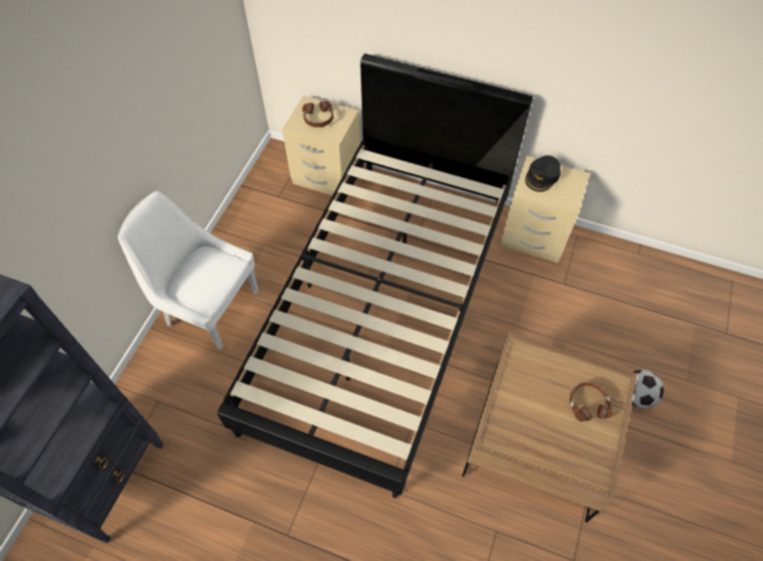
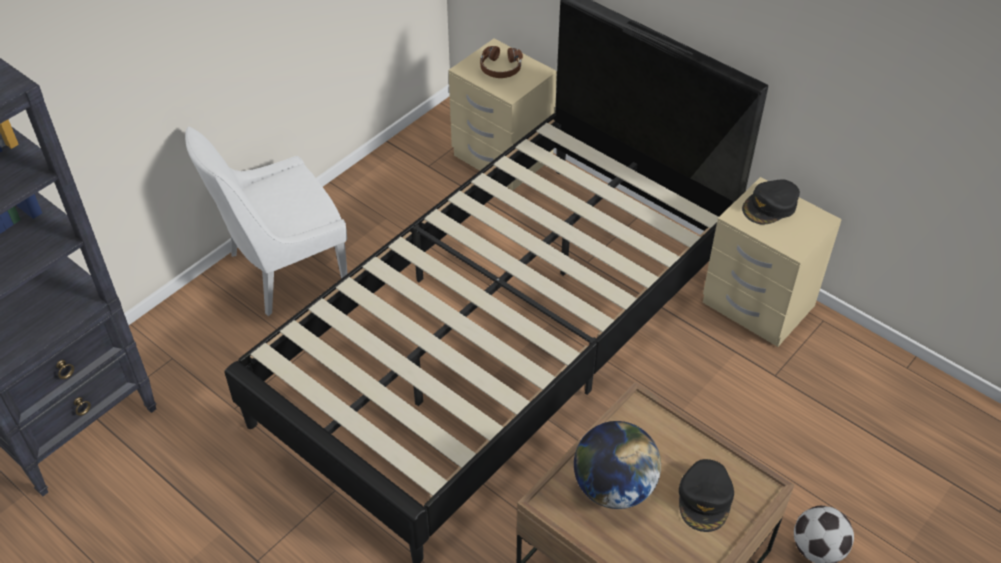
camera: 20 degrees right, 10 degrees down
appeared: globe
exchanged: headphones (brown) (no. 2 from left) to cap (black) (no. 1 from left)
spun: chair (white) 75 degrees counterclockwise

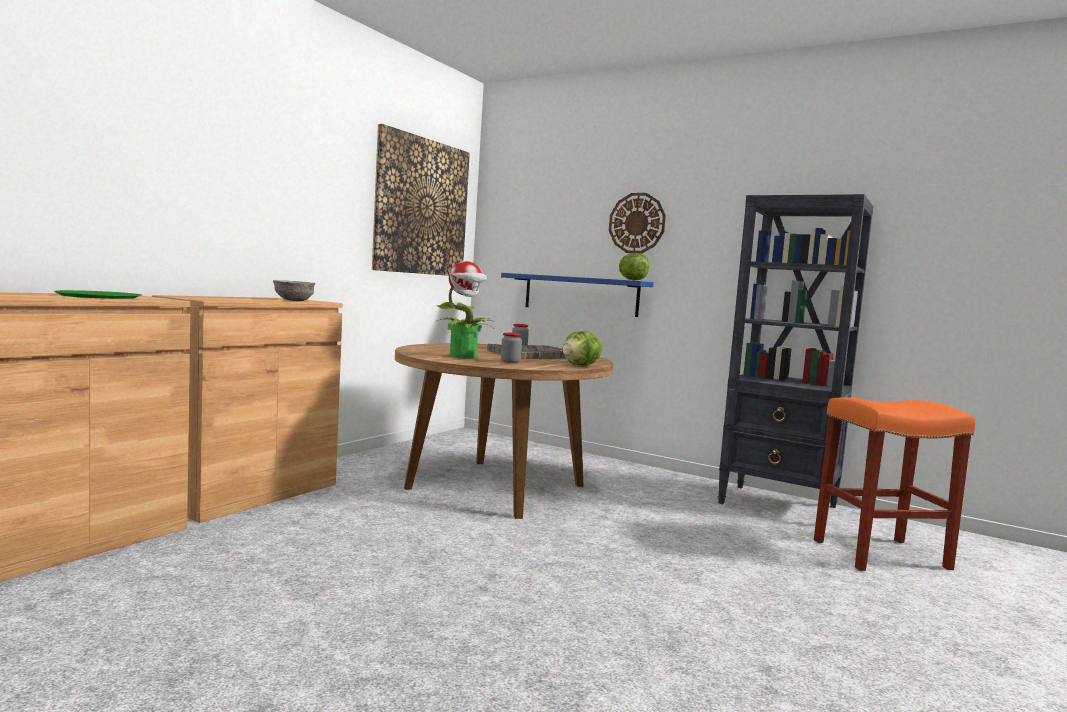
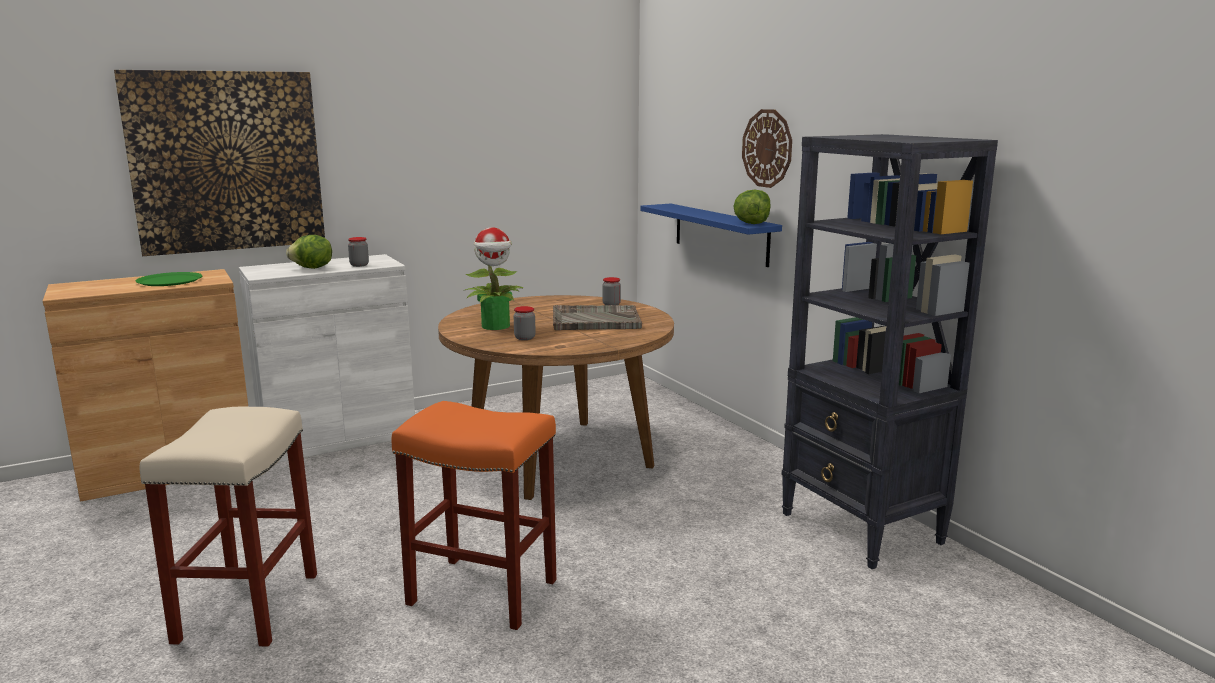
camera: 30 degrees right, 10 degrees up
appeared: stool (beige)
relocated: picture; lettuce (no. 1 from left); stool (orange)
exchanged: bowl (grey) to jar (no. 1 from left)
colour: cabinet (brown) (no. 2 from left) to cabinet (white)

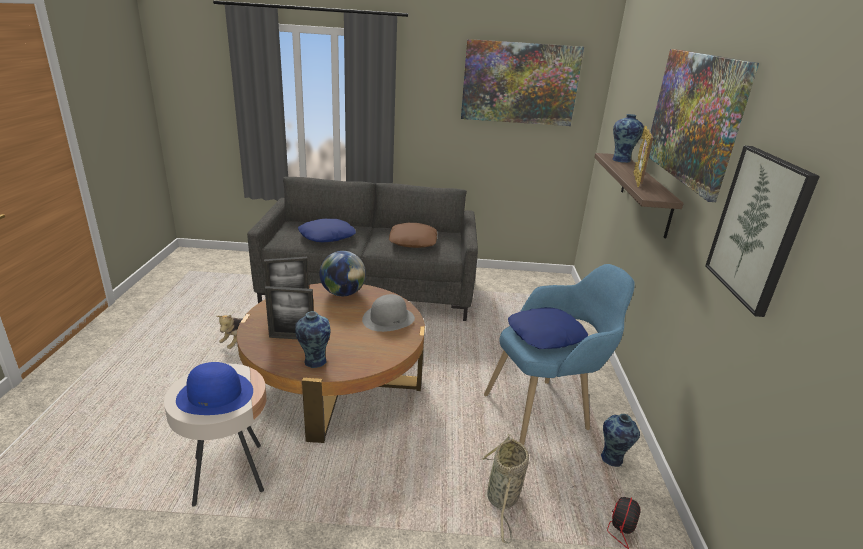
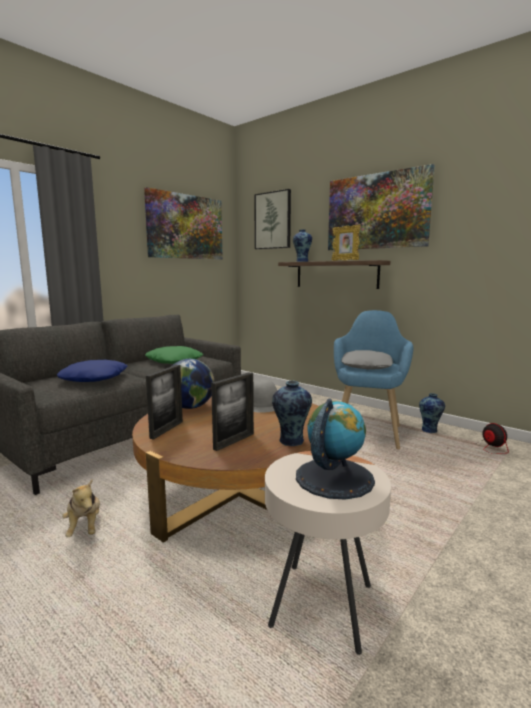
camera: 50 degrees left, 15 degrees down
missing: basket
relocated: picture (no. 3 from left in the first image) to picture (no. 2 from left)
exchanged: hat (blue) to globe (no. 2 from left)
colour: pillow (brown) to pillow (green); pillow (blue) (no. 2 from left) to pillow (grey)

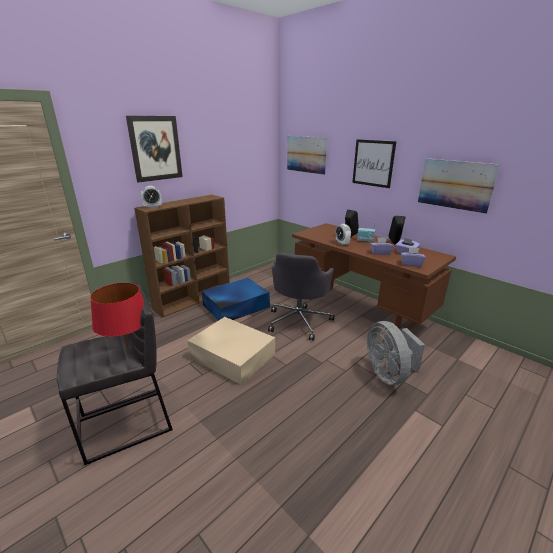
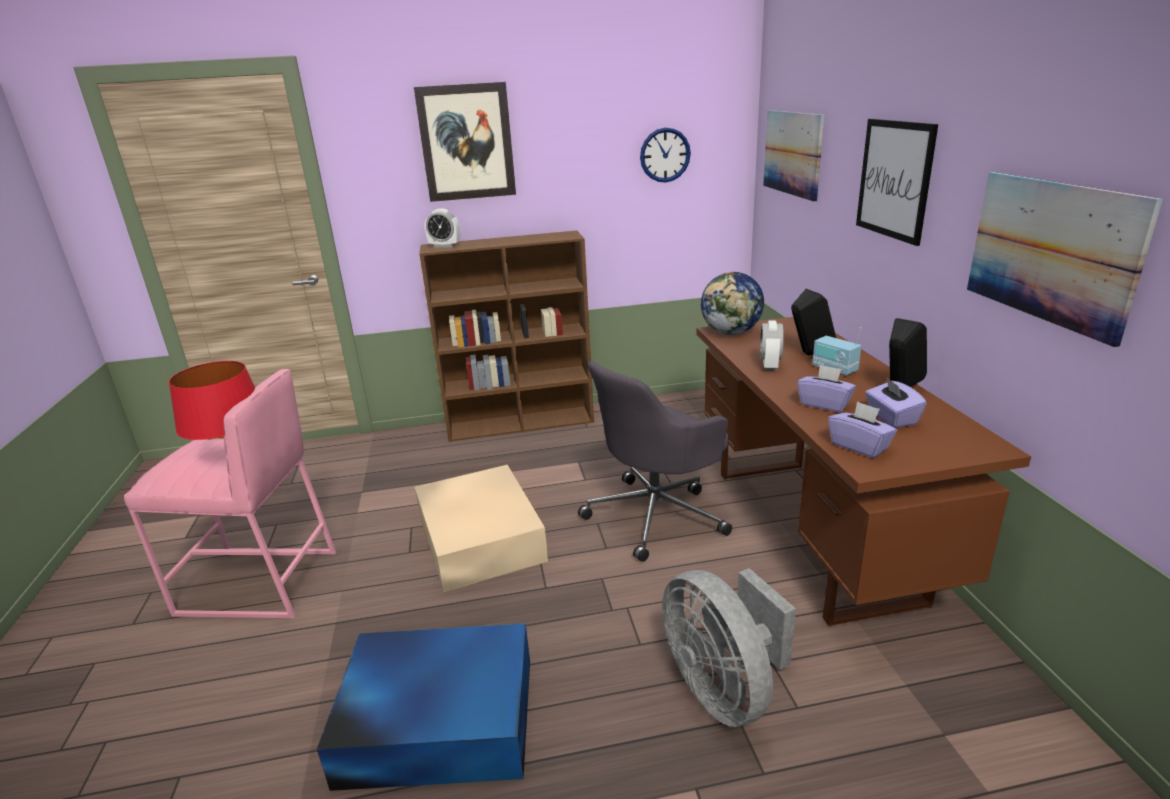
camera: 35 degrees right, 0 degrees up
appeared: wall clock; globe
relocated: storage box (blue)
colour: stool (grey) to stool (pink)
spun: fan (grey) 45 degrees counterclockwise

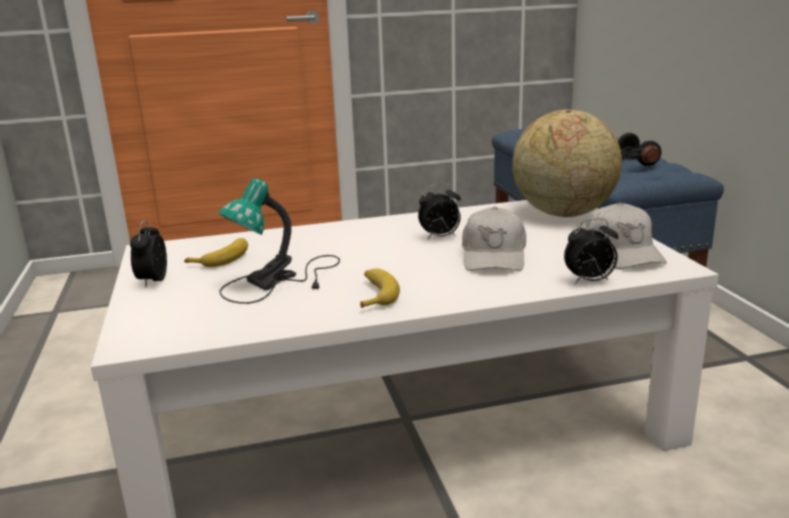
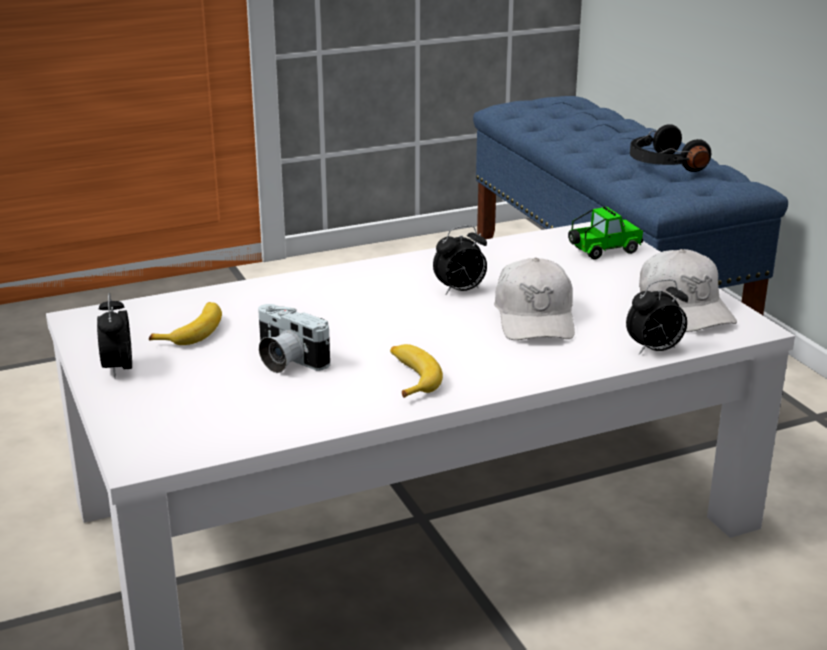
camera: 10 degrees left, 5 degrees up
exchanged: table lamp to photo camera; globe to toy car

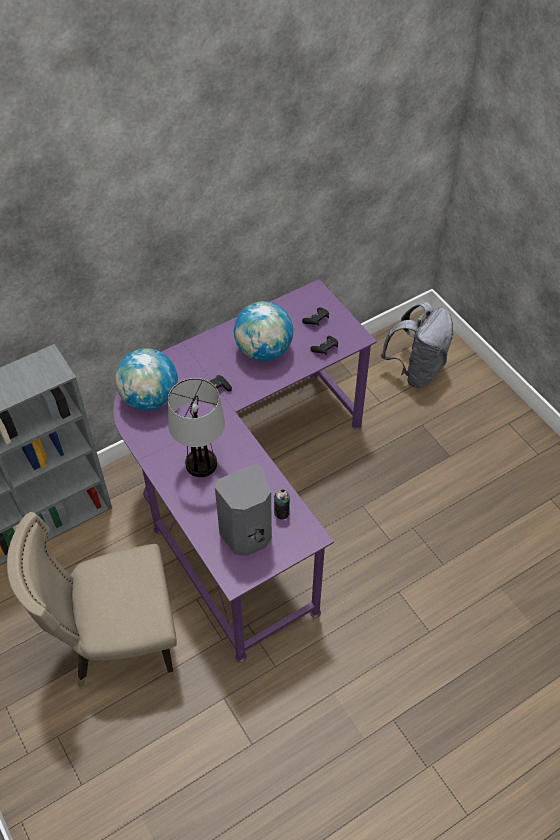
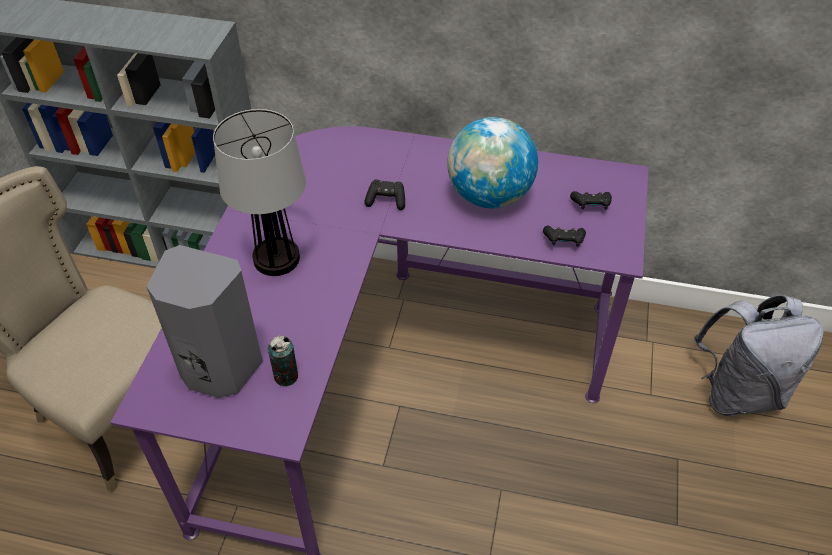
camera: 45 degrees right, 5 degrees down
missing: globe (no. 1 from left)

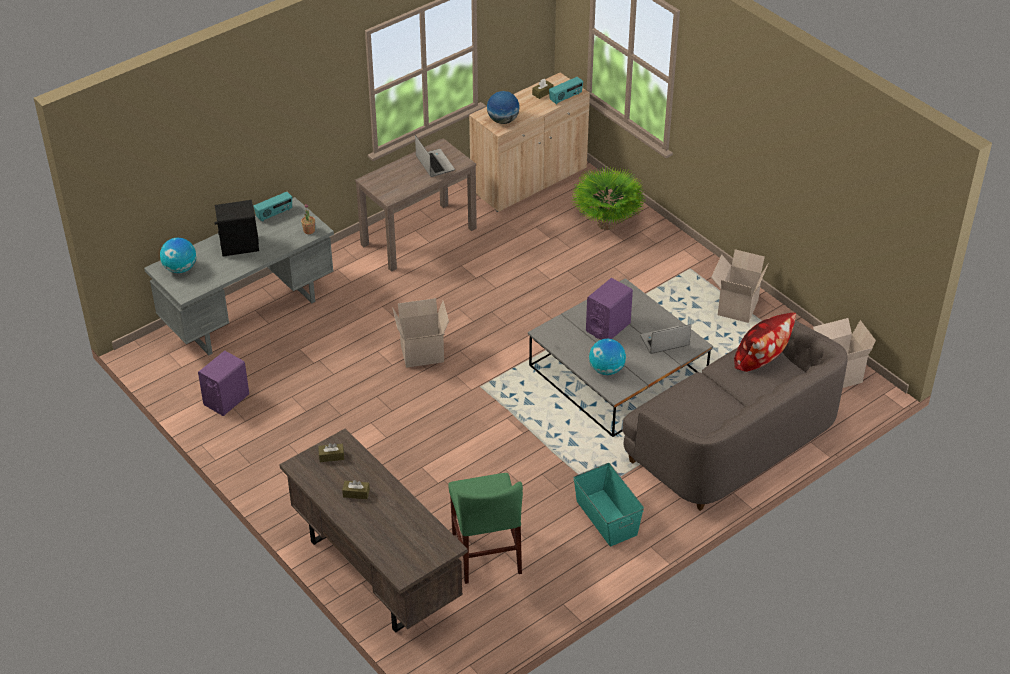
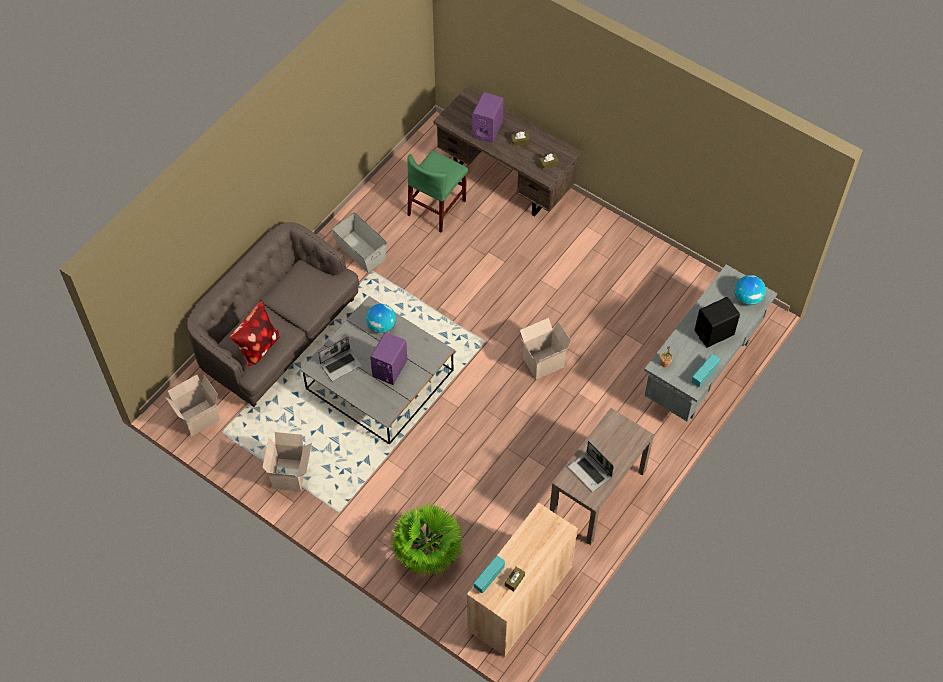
camera: 165 degrees right, 15 degrees up
missing: globe (no. 2 from left)
relocated: speaker (purple) (no. 1 from left in the first image) to speaker (purple) (no. 2 from left)
colour: storage box (turquoise) to storage box (grey)
spun: chair (green) 120 degrees counterclockwise

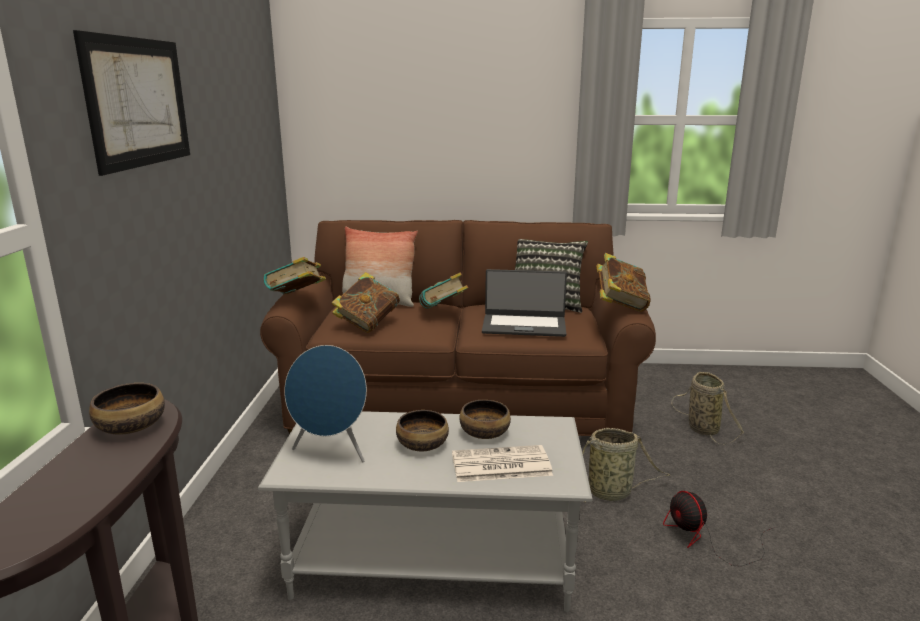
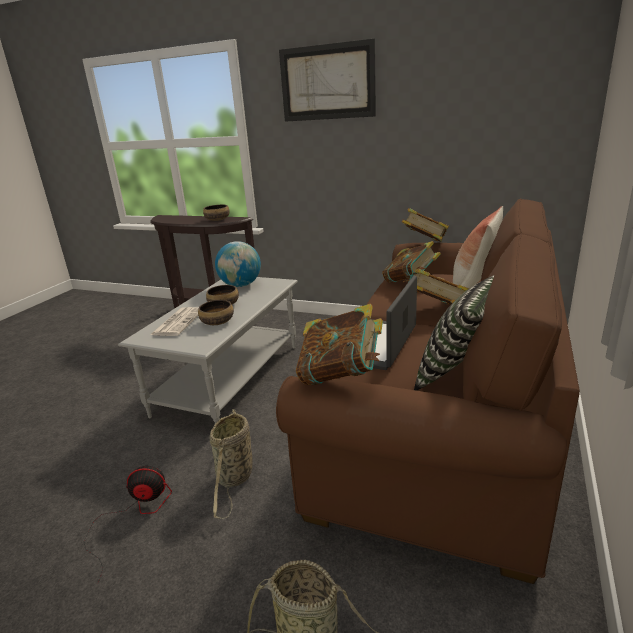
camera: 110 degrees right, 5 degrees up
exchanged: speaker (blue) to globe

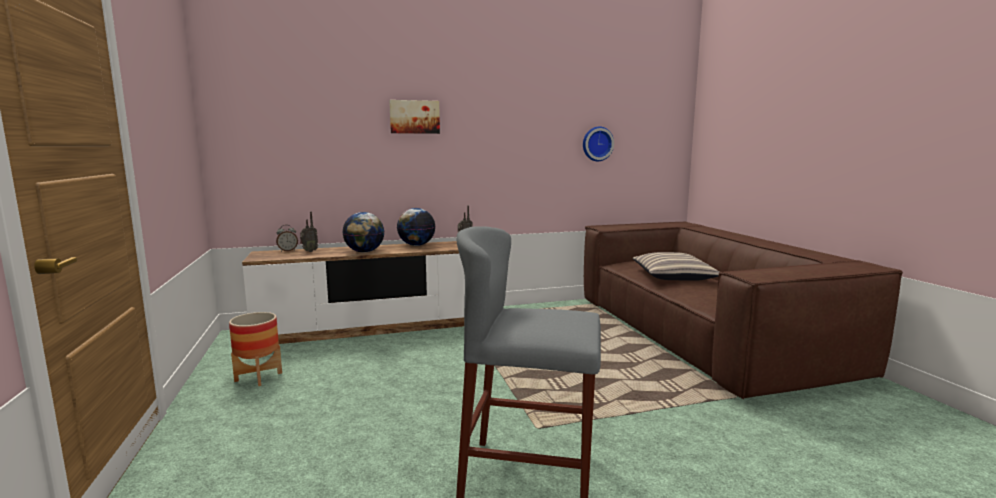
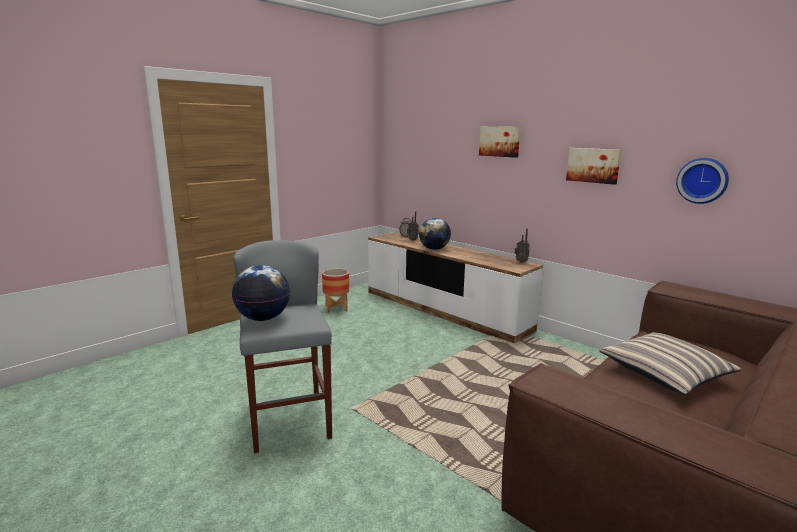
camera: 60 degrees right, 5 degrees up
appeared: picture (no. 2 from left)
relocated: globe (no. 2 from left in the first image) to globe (no. 1 from left)

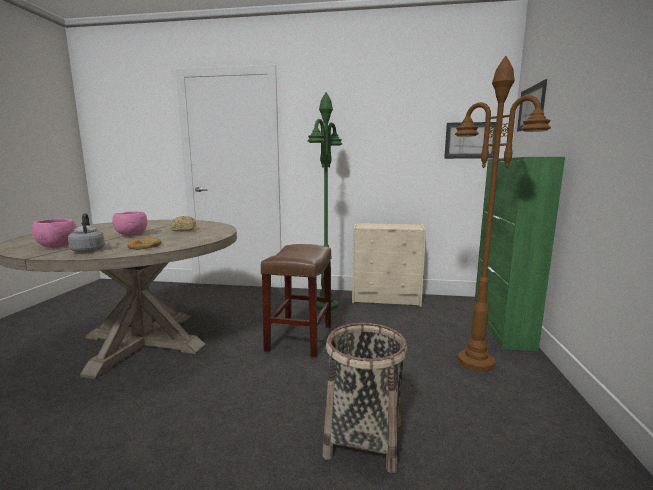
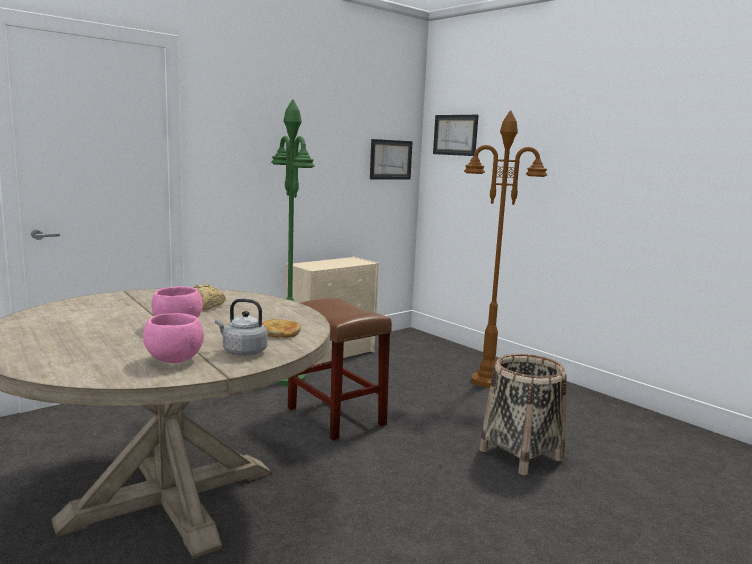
camera: 50 degrees left, 0 degrees up
missing: cabinet (green)

